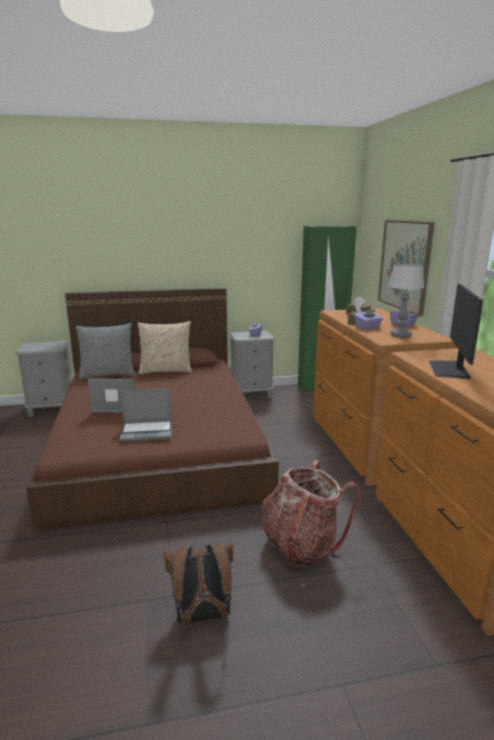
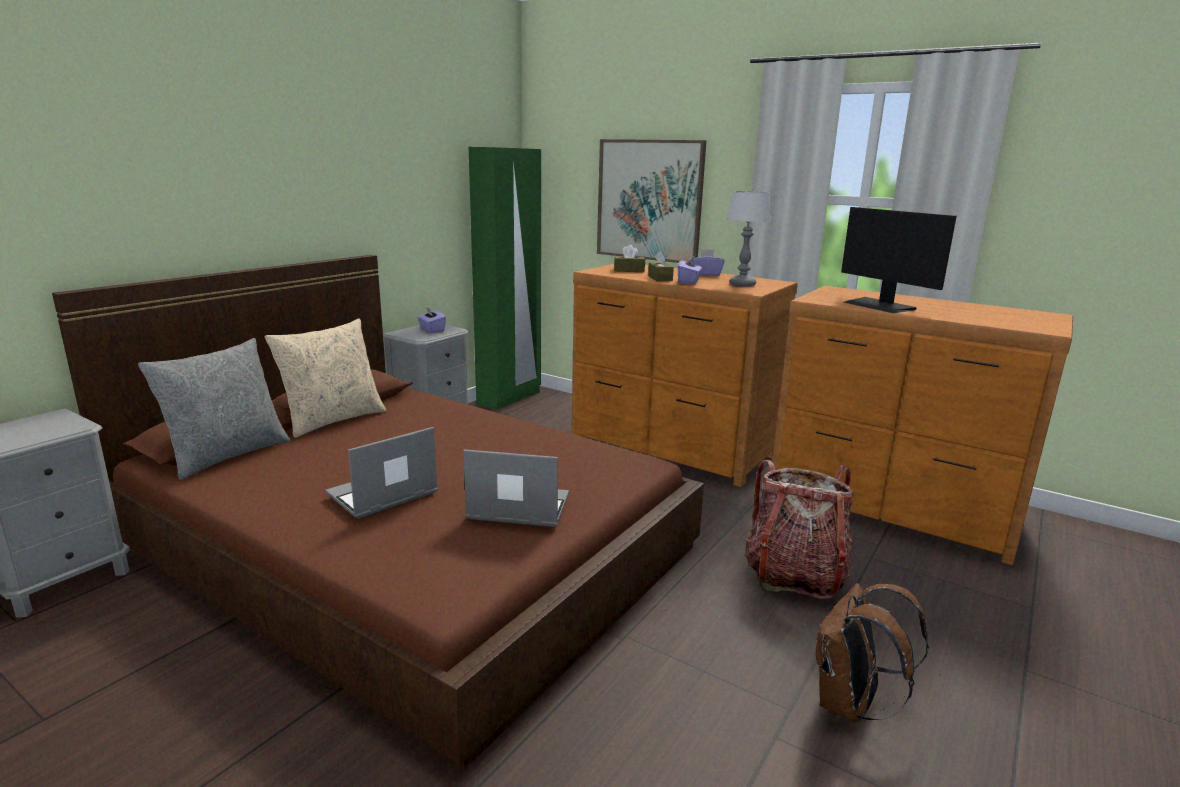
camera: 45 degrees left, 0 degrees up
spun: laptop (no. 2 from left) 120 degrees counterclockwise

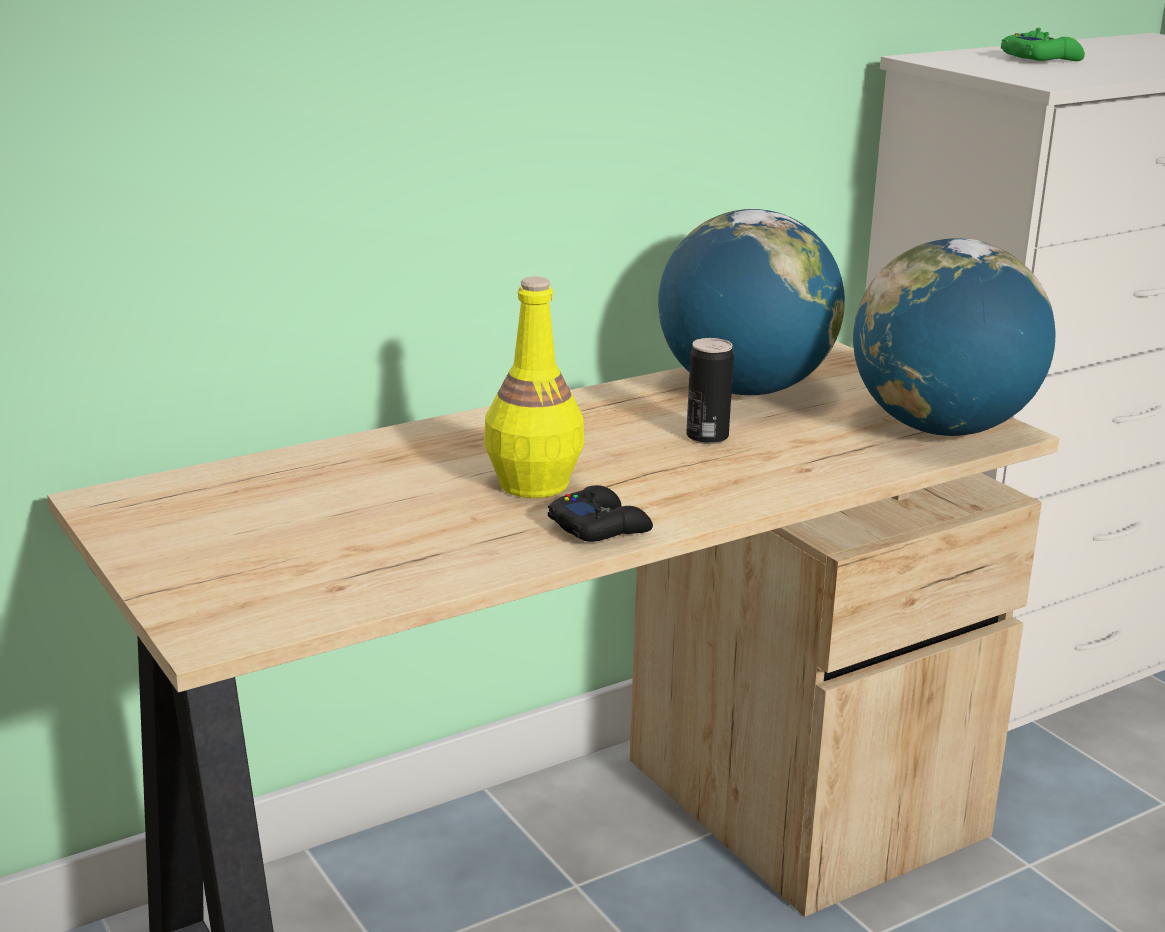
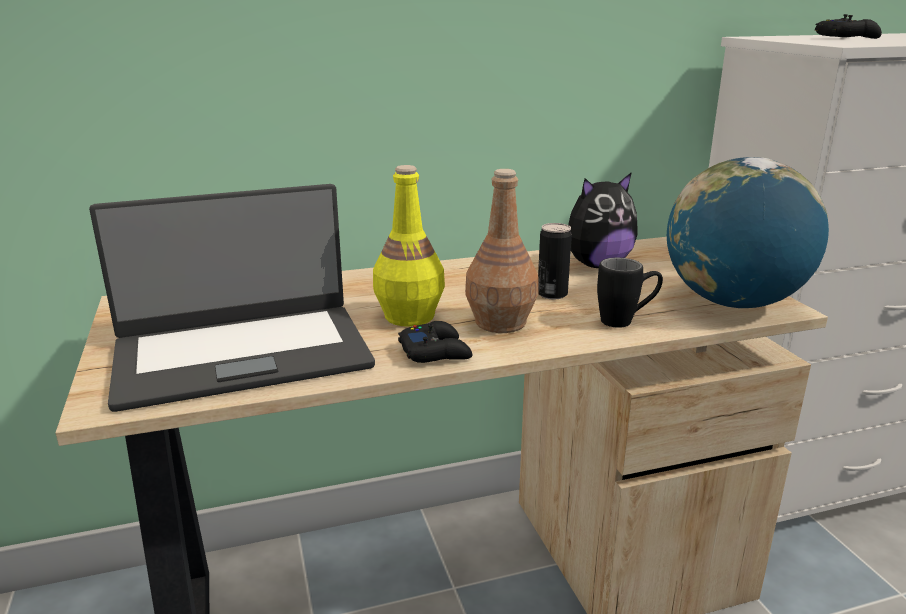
camera: 15 degrees right, 0 degrees up
appeared: laptop; bottle (brown); mug (black)
exchanged: globe (no. 1 from left) to plush toy
colour: game controller (green) to game controller (black) (no. 2 from left)

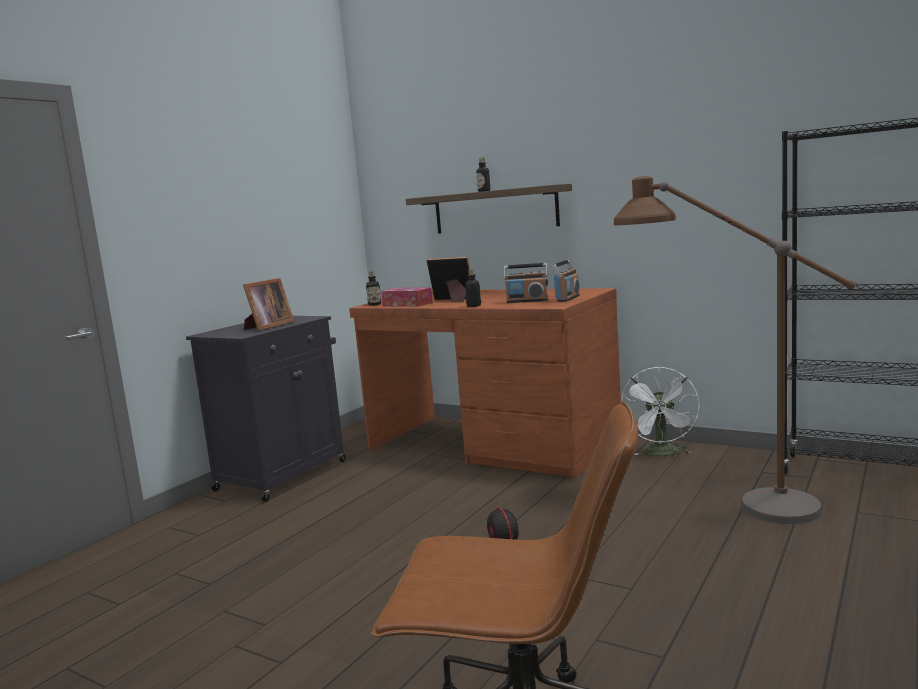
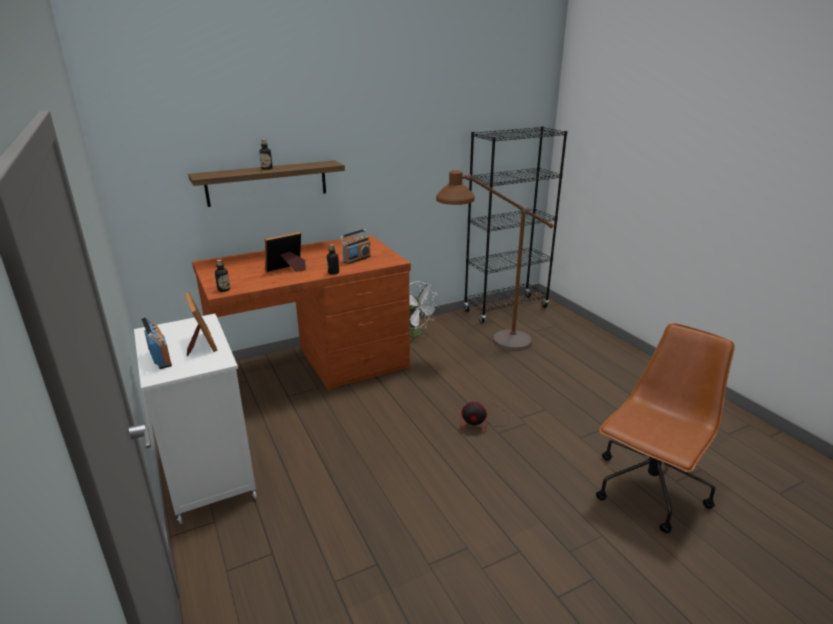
camera: 60 degrees left, 15 degrees up
missing: tissue box
relocated: radio (no. 2 from left in the first image) to radio (no. 1 from left)
colour: cabinet (black) to cabinet (white)

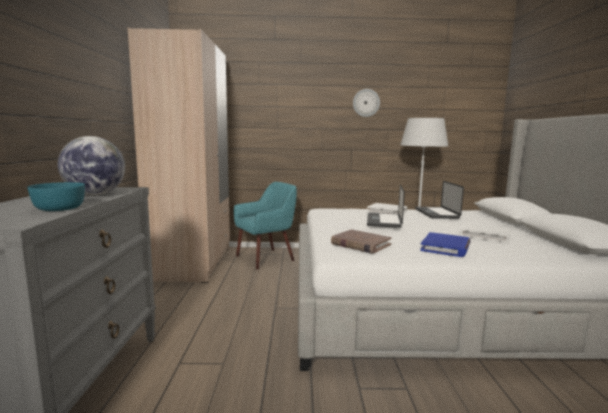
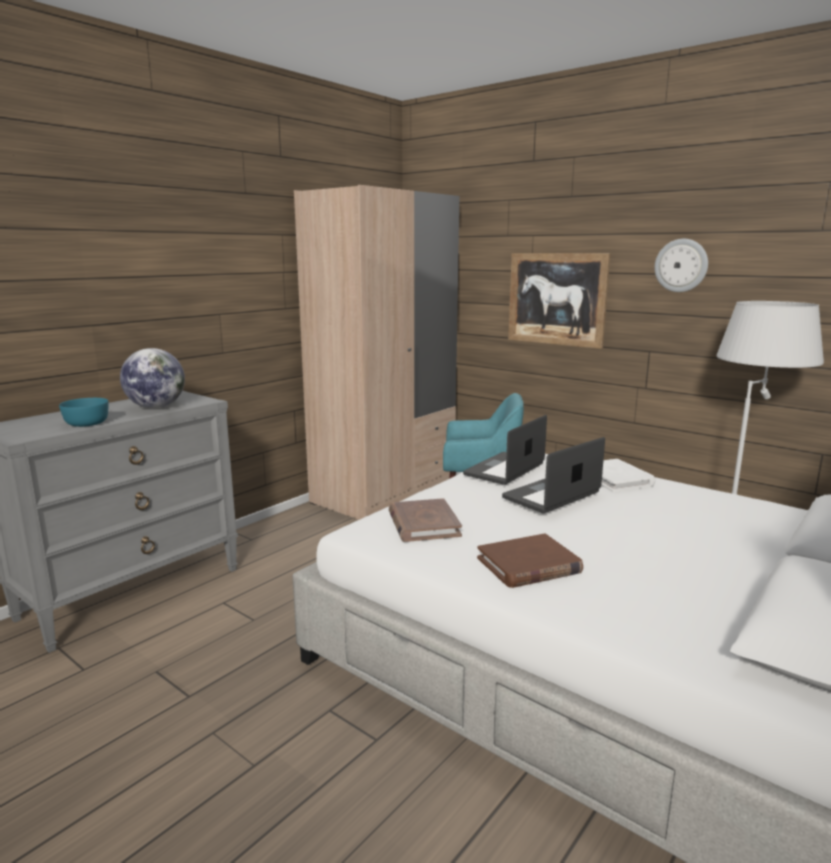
camera: 40 degrees right, 5 degrees up
missing: book (white) (no. 2 from left)
appeared: picture
relocated: laptop (no. 2 from left in the first image) to laptop (no. 1 from left)
colour: book (blue) to book (brown) (no. 2 from left)

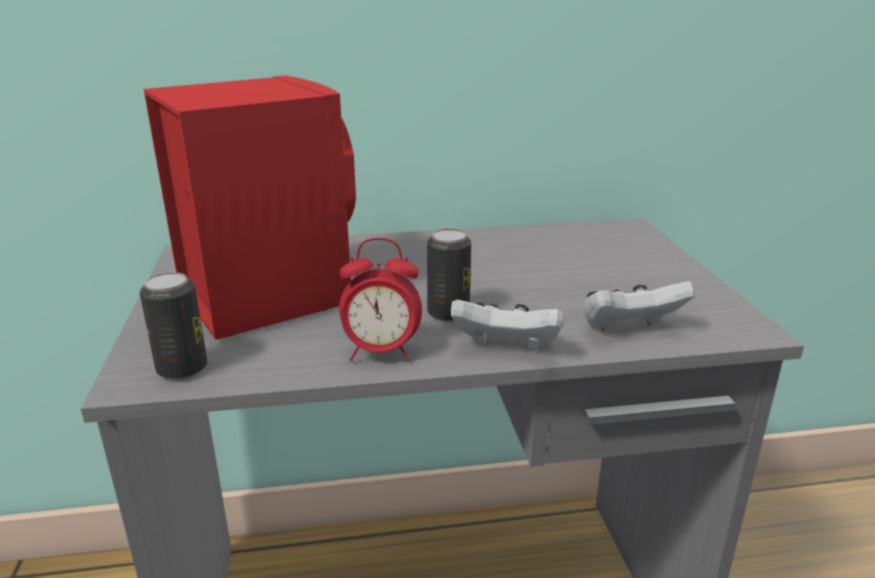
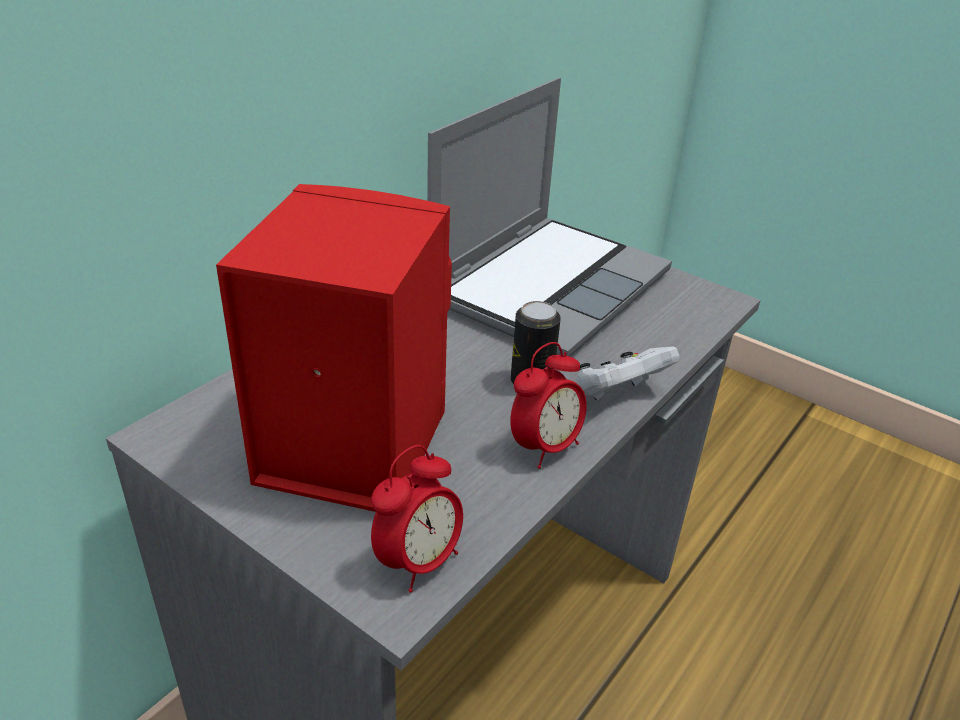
camera: 45 degrees left, 10 degrees up
missing: game controller (white) (no. 2 from left)
appeared: laptop
exchanged: can (no. 1 from left) to alarm clock (no. 1 from left)

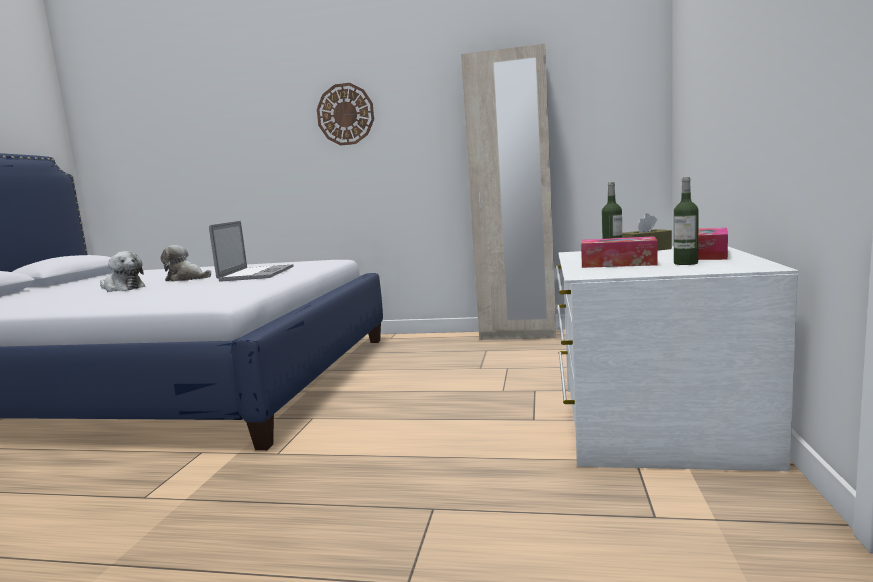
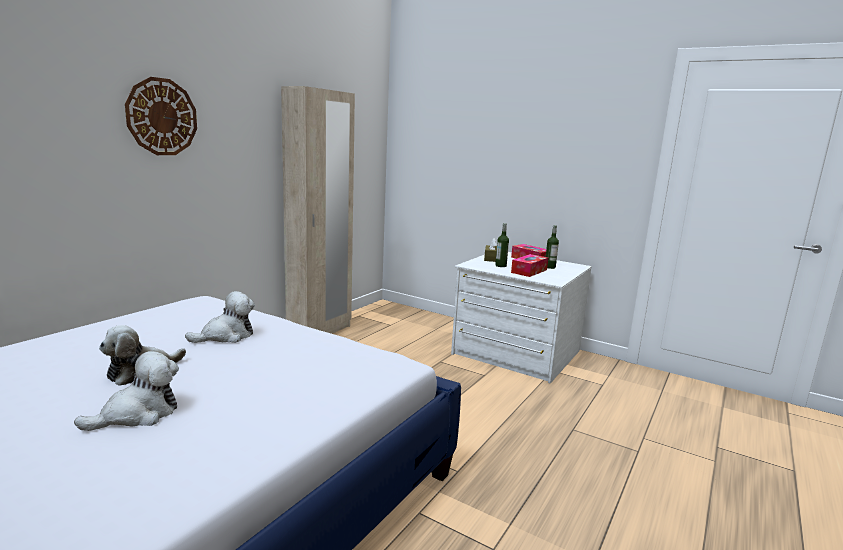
camera: 70 degrees left, 5 degrees up
exchanged: laptop to plush toy (no. 3 from left)

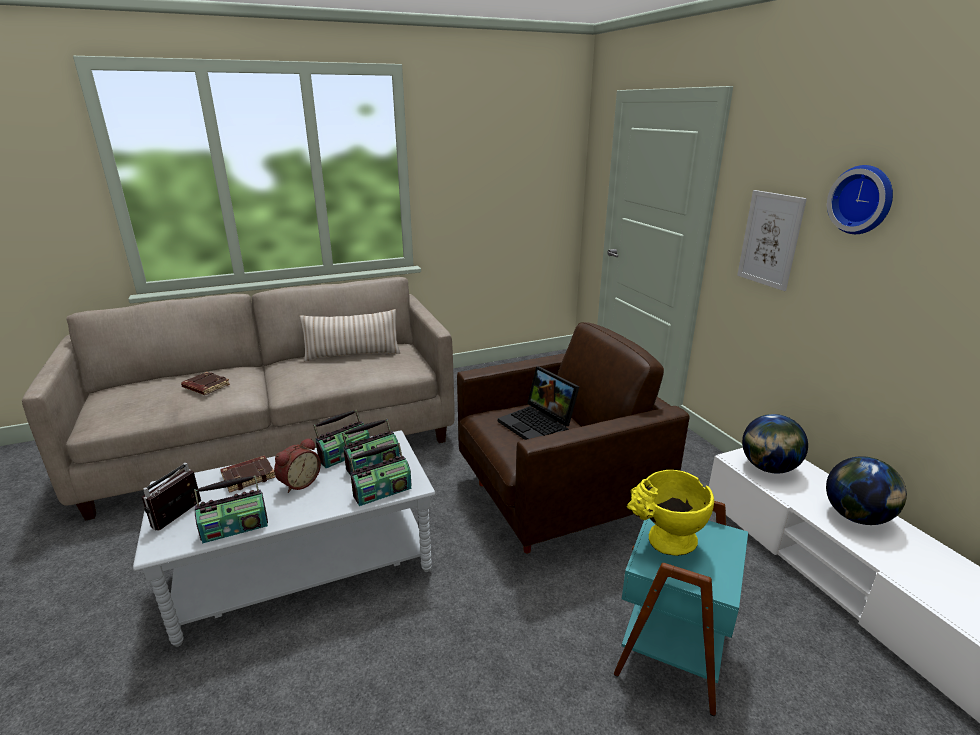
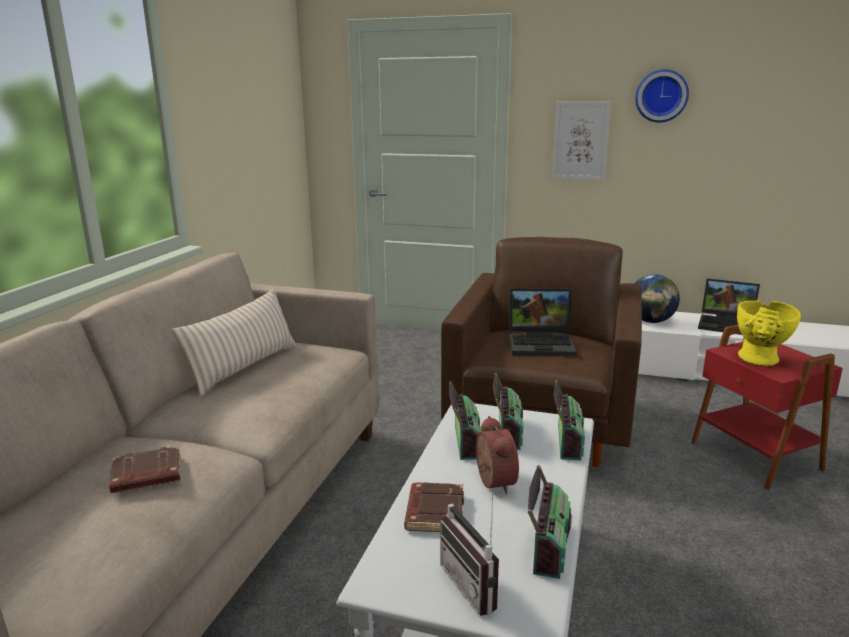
camera: 50 degrees left, 5 degrees down
exchanged: globe (no. 2 from left) to laptop (no. 2 from left)
colour: side table (turquoise) to side table (red)

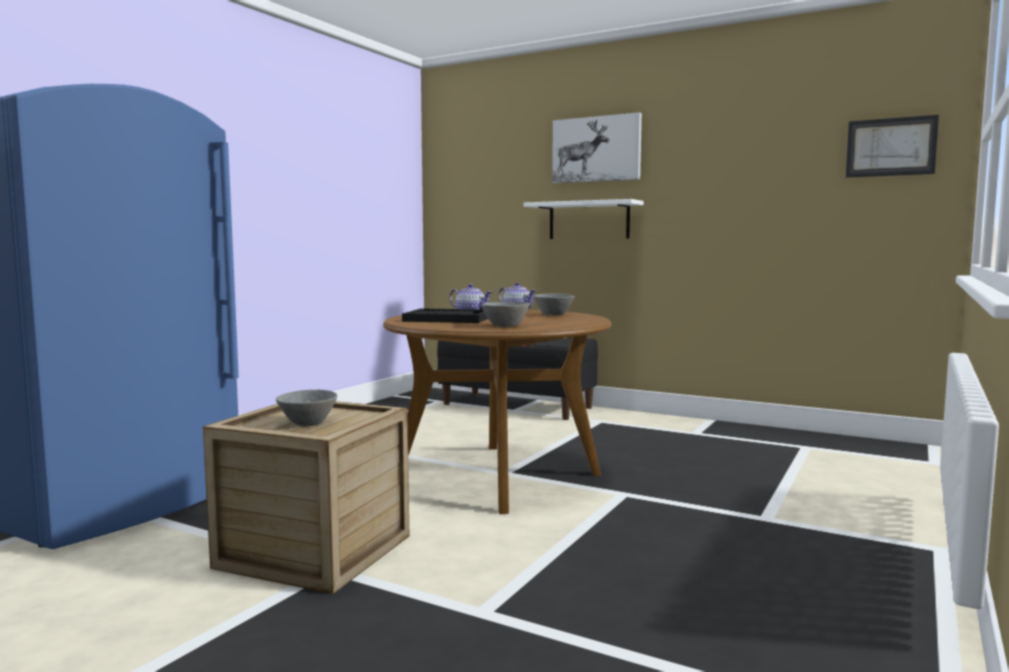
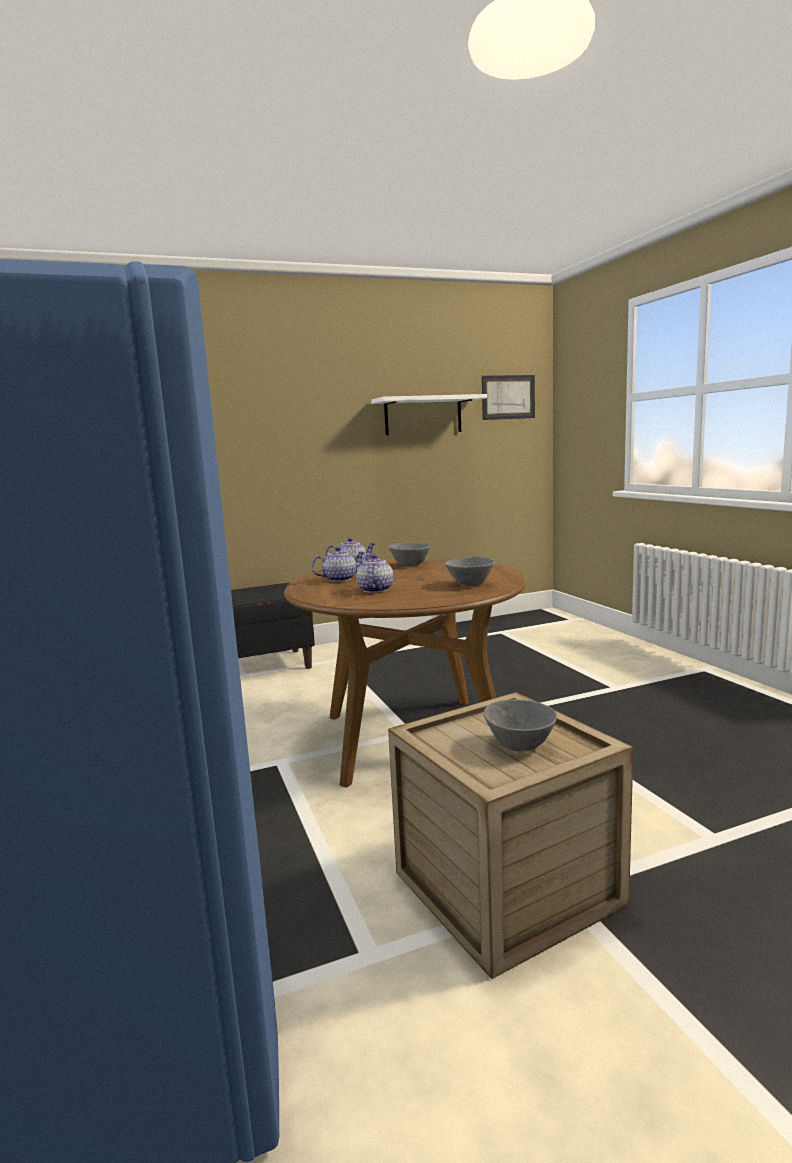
camera: 50 degrees left, 5 degrees up
missing: picture (no. 1 from left)
relocated: shelf (white)
exchanged: tray (black) to teapot (no. 3 from left)

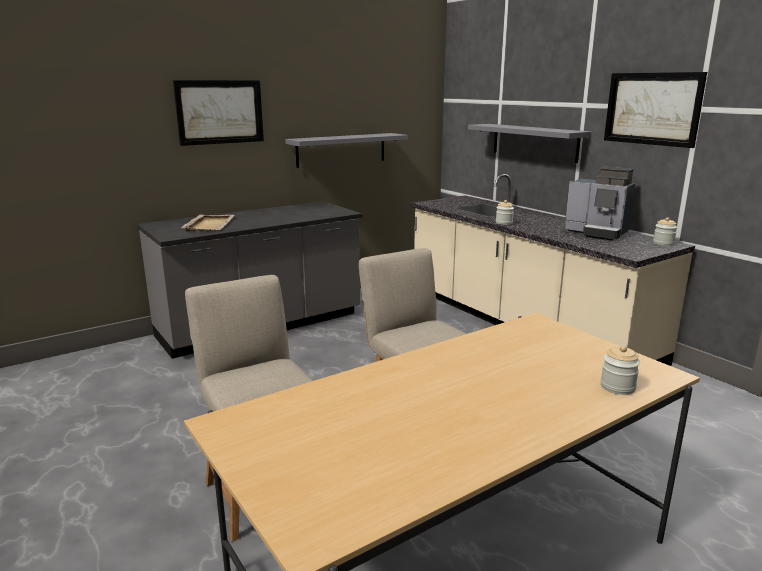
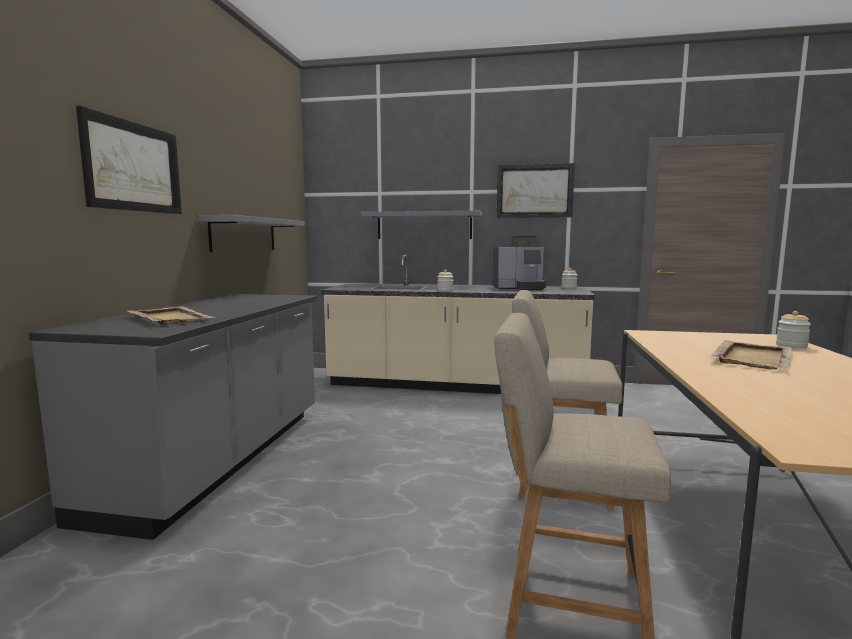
camera: 45 degrees left, 10 degrees down
appeared: tray (beige) (no. 2 from left)

